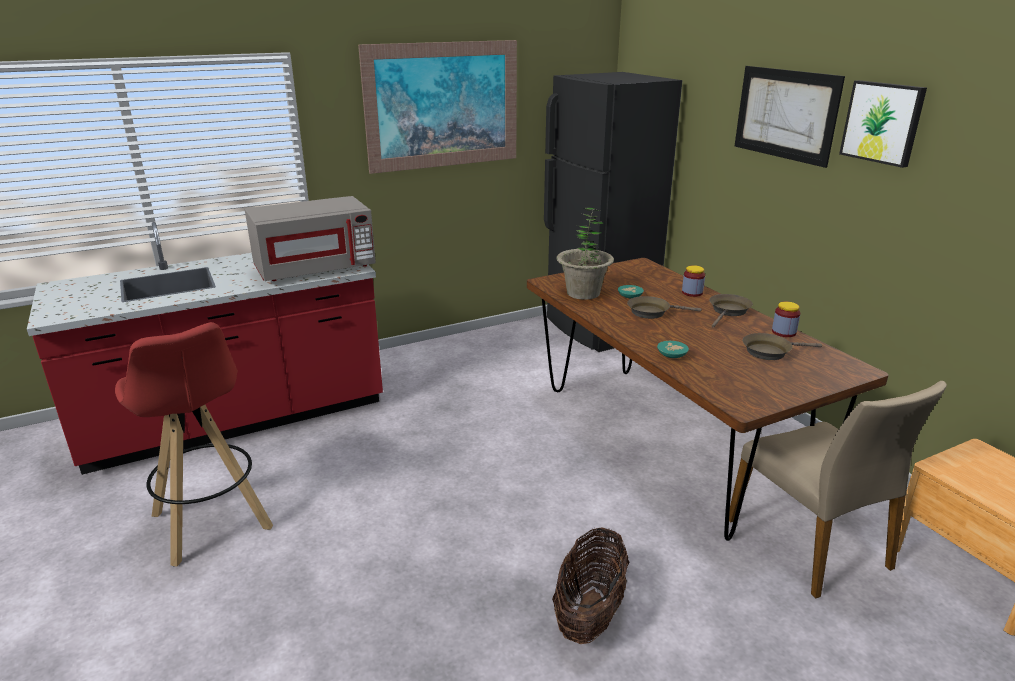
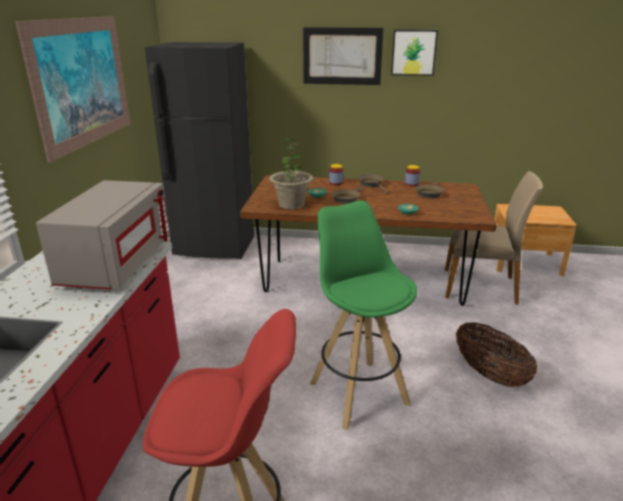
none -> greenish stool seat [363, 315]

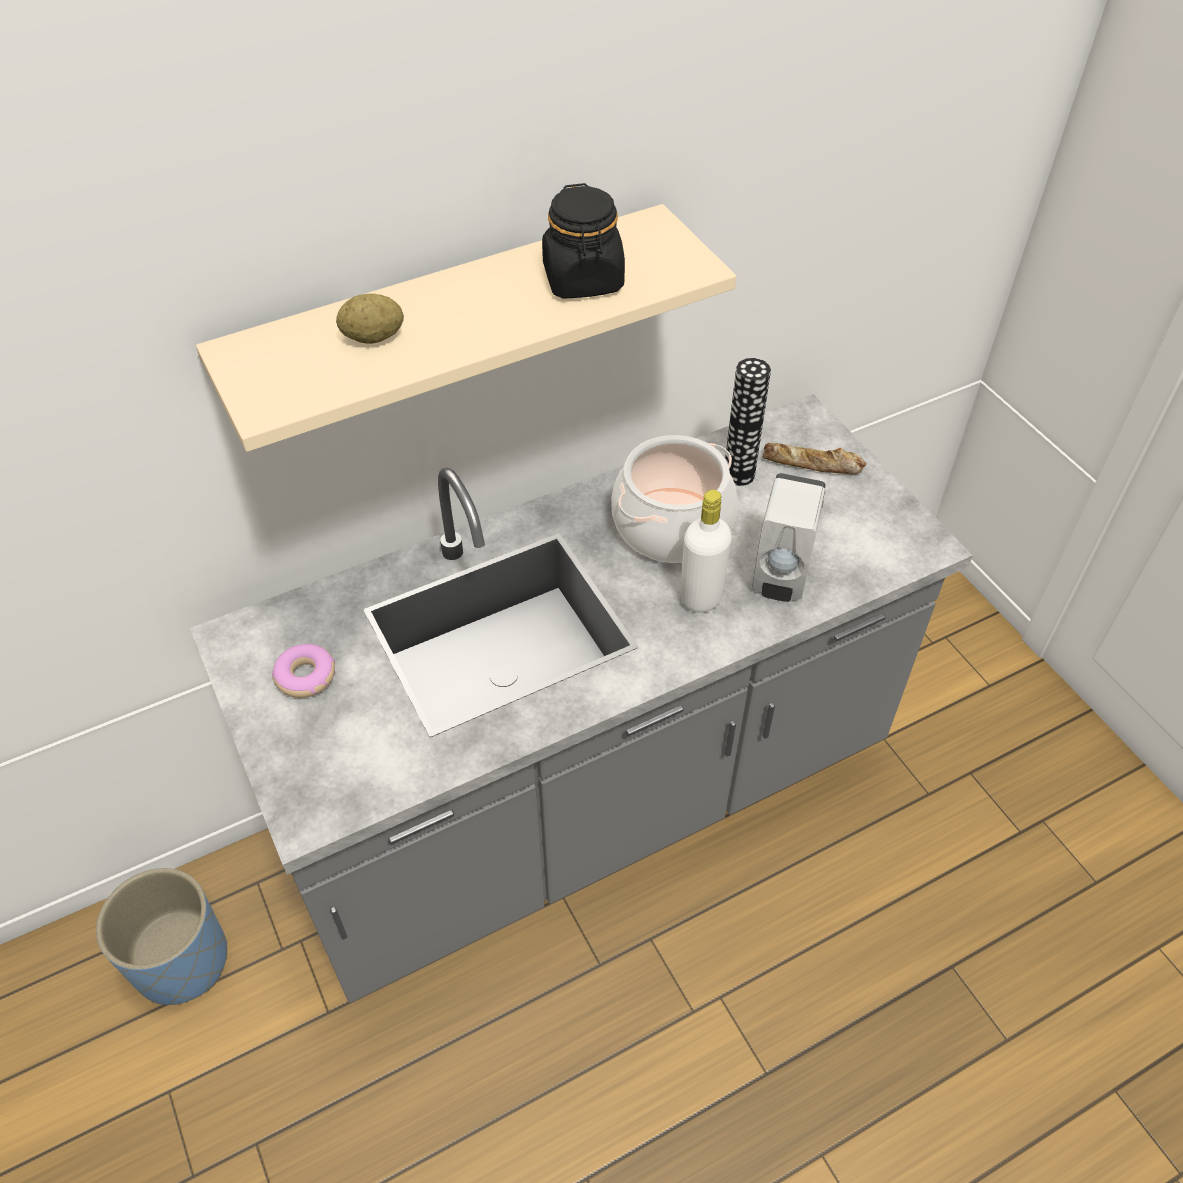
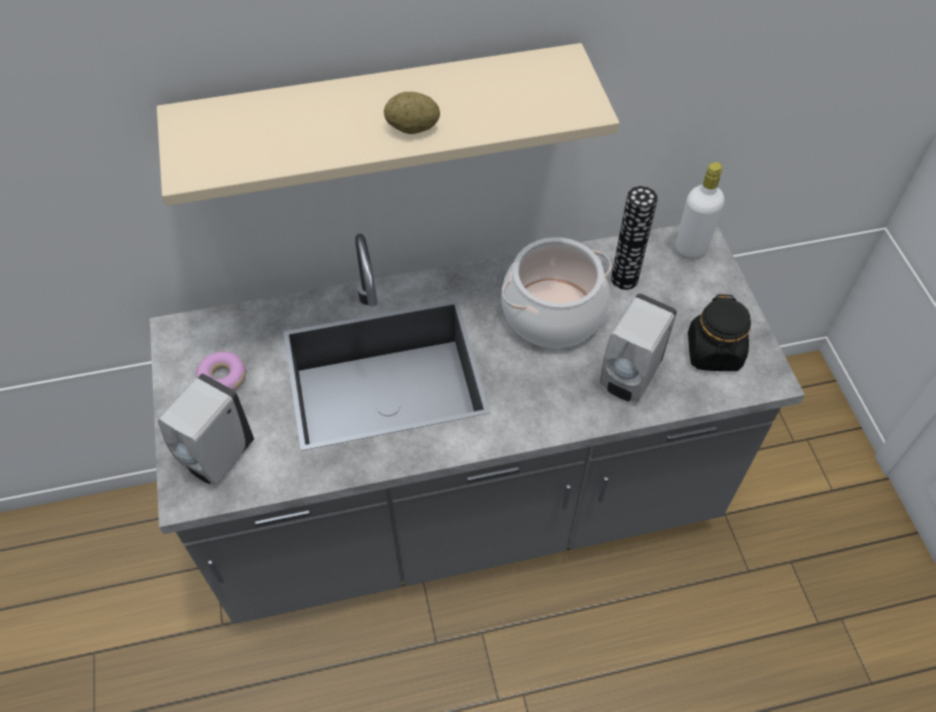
none -> whitish soap dispenser [206, 429]
spud [370, 319] -> spud [412, 113], move
whitish bottle [706, 551] -> whitish bottle [699, 211], move
black-coloured storage jar [583, 241] -> black-coloured storage jar [719, 332], move
blue-coloured flower pot [161, 936] -> none
bakery bread [814, 458] -> none

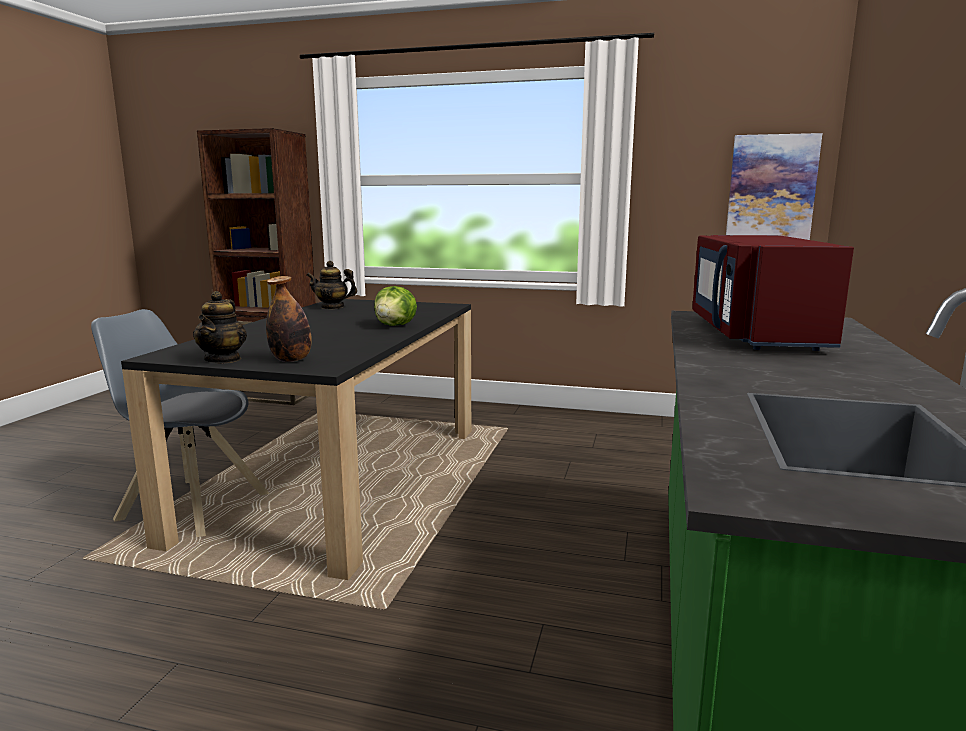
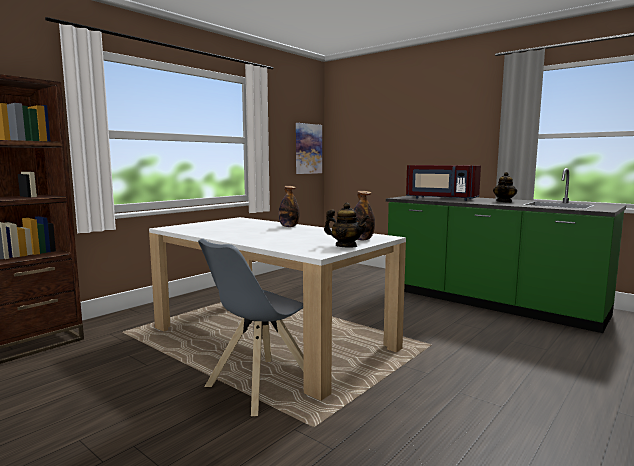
black-coloured dining table [296, 439] -> whitish dining table [277, 309]
head of lettuce [395, 306] -> bottle [289, 206]
tea pot [331, 285] -> tea pot [505, 187], move

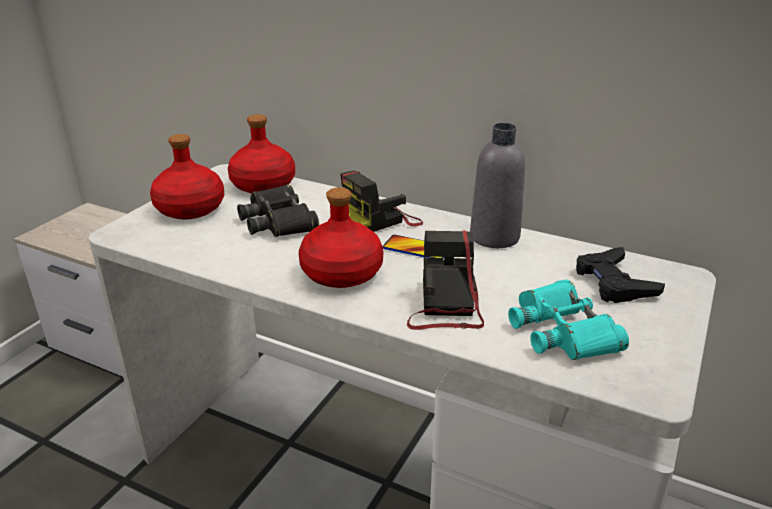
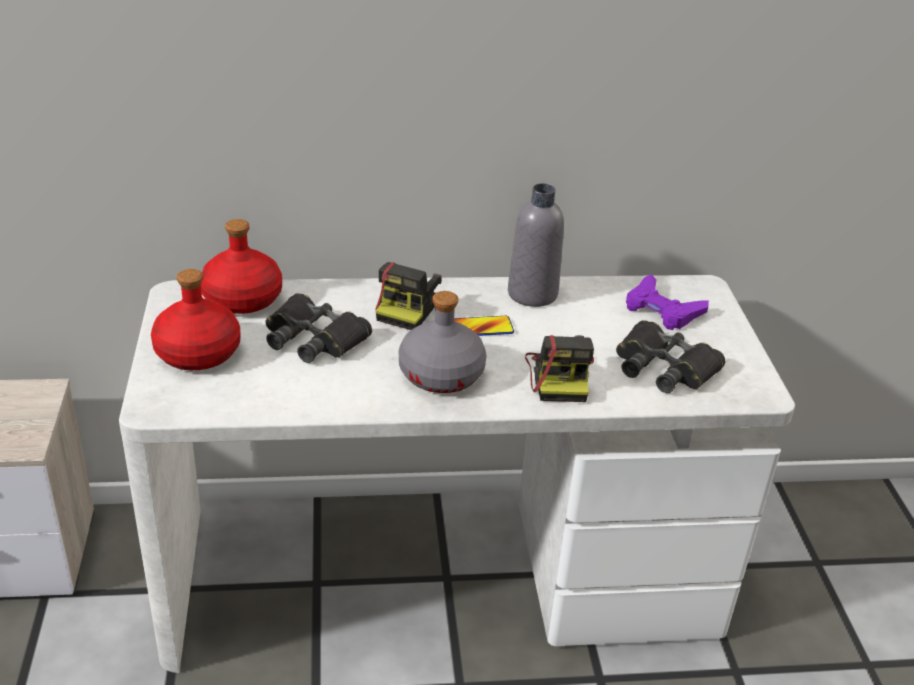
red bottle [341, 237] -> gray bottle [443, 342]
still camera [445, 280] -> still camera [559, 368], 150 degrees counterclockwise
turquoise pair of binoculars [568, 319] -> black-coloured pair of binoculars [670, 356]
black-coloured game controller [620, 275] -> purple game controller [667, 302]

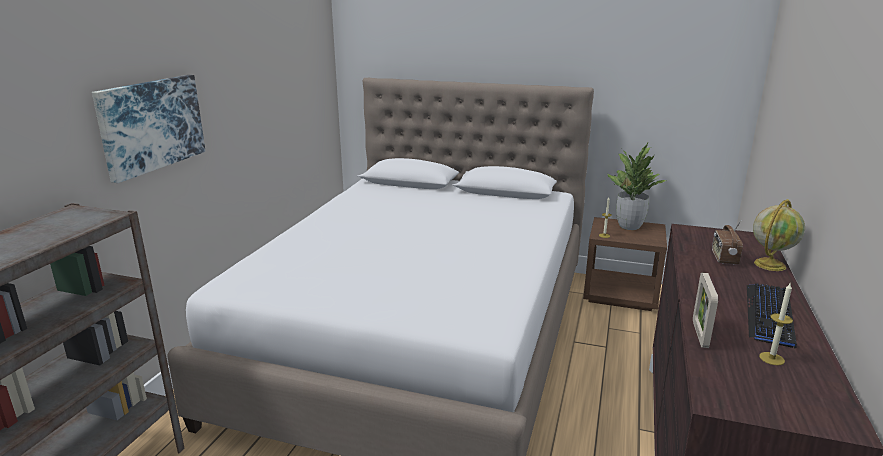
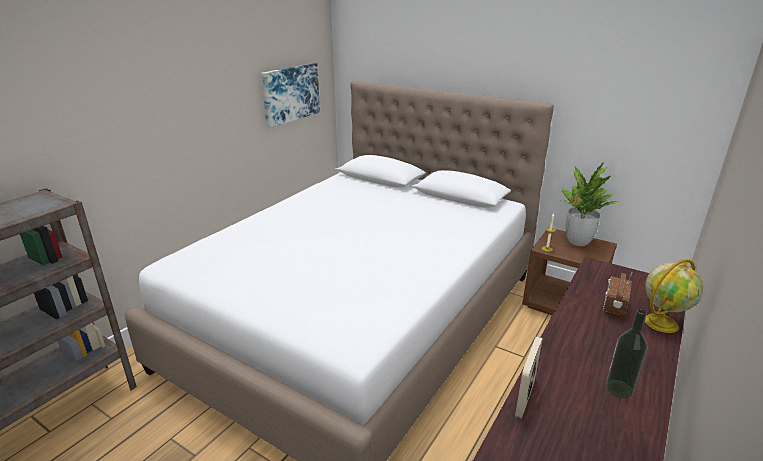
wall art [149, 129] -> wall art [290, 95], move
computer keyboard [772, 316] -> bottle [626, 353]
candle [776, 324] -> none

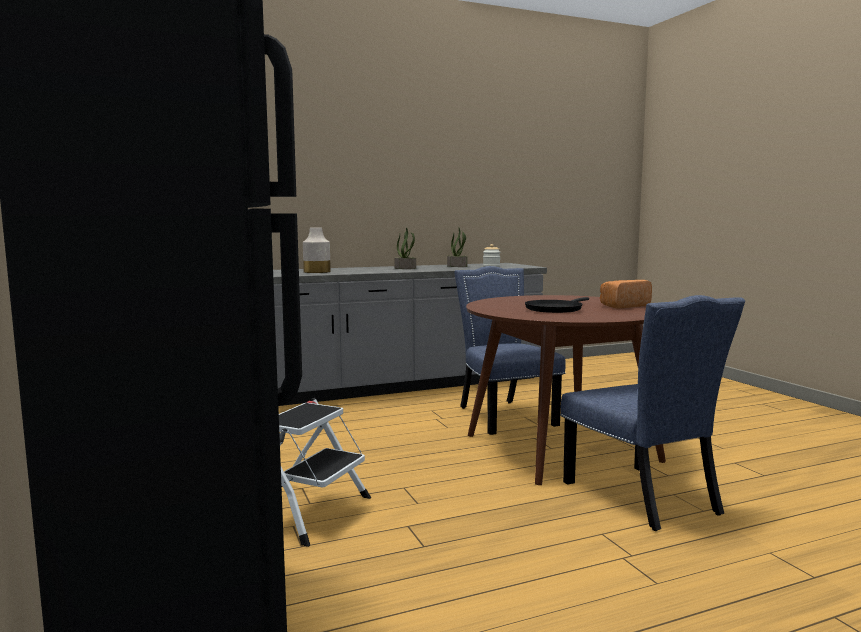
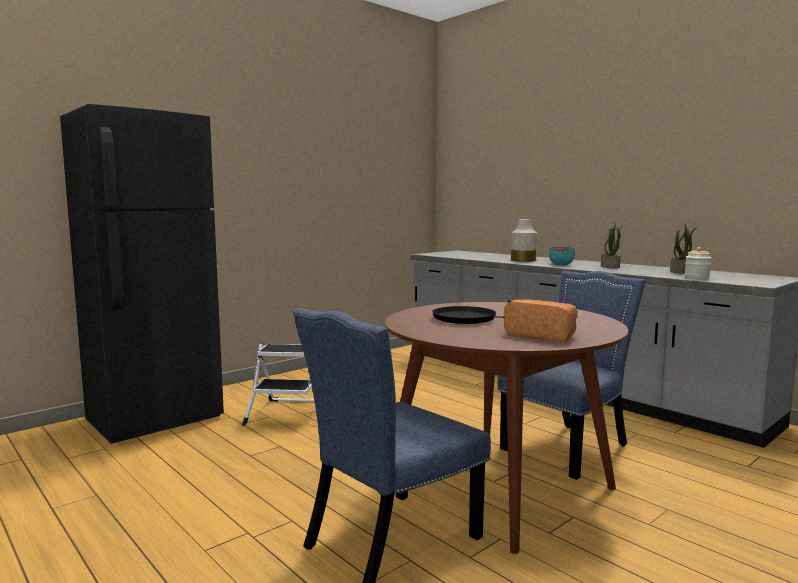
none -> turquoise bowl [562, 256]

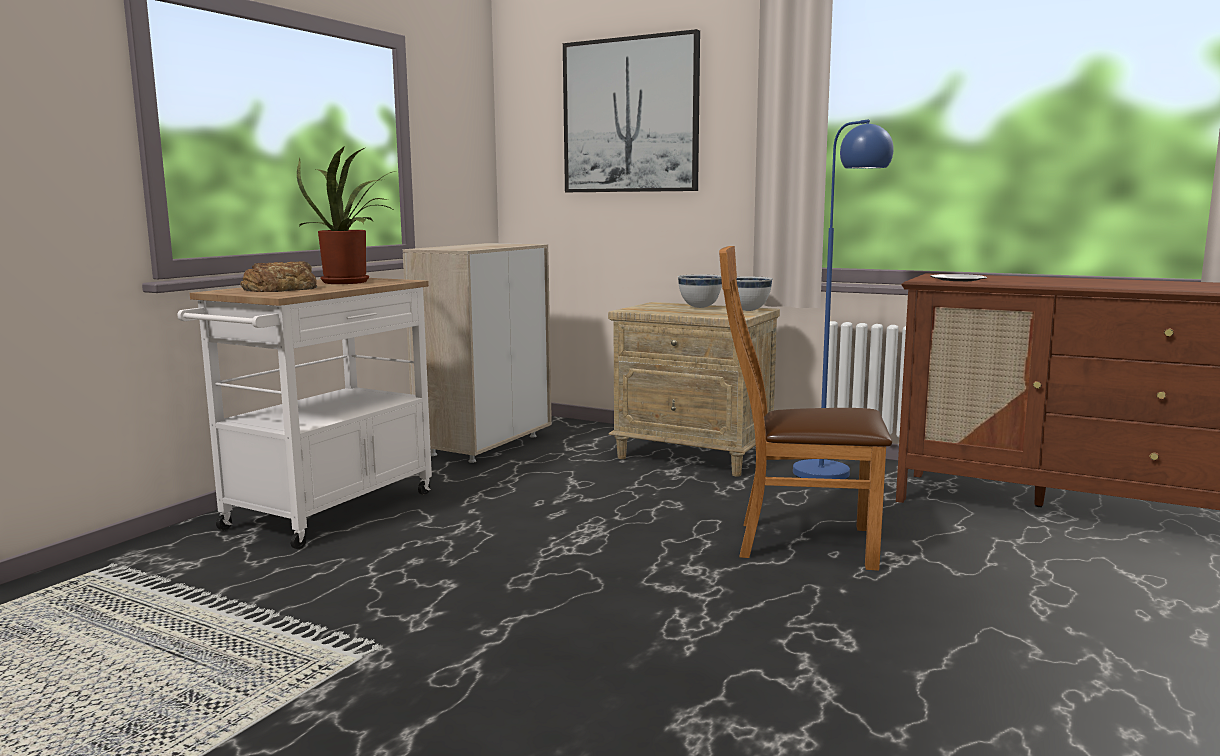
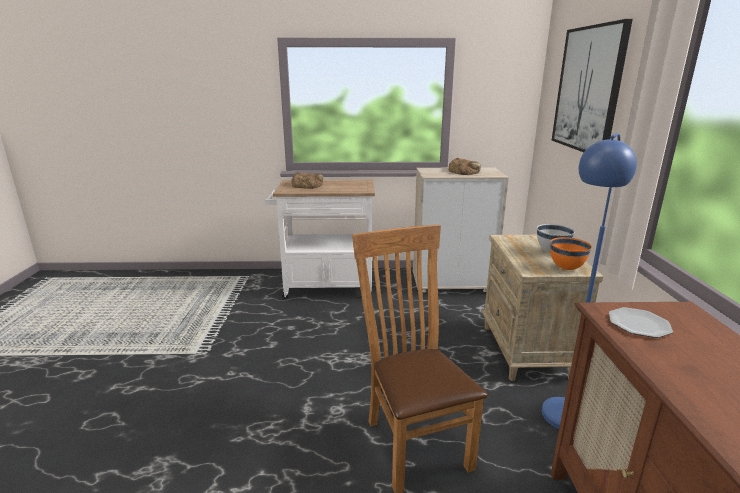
none -> bakery bread [465, 166]
whitish bowl [754, 293] -> orange-coloured bowl [571, 253]
houseplant [346, 215] -> none

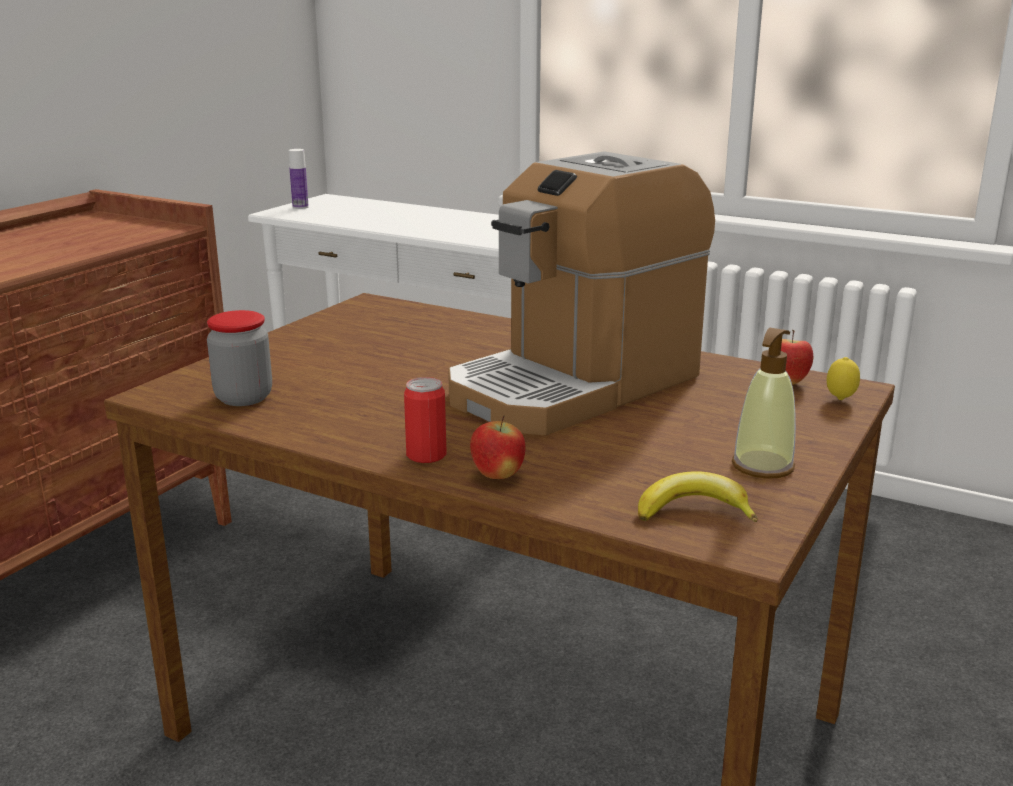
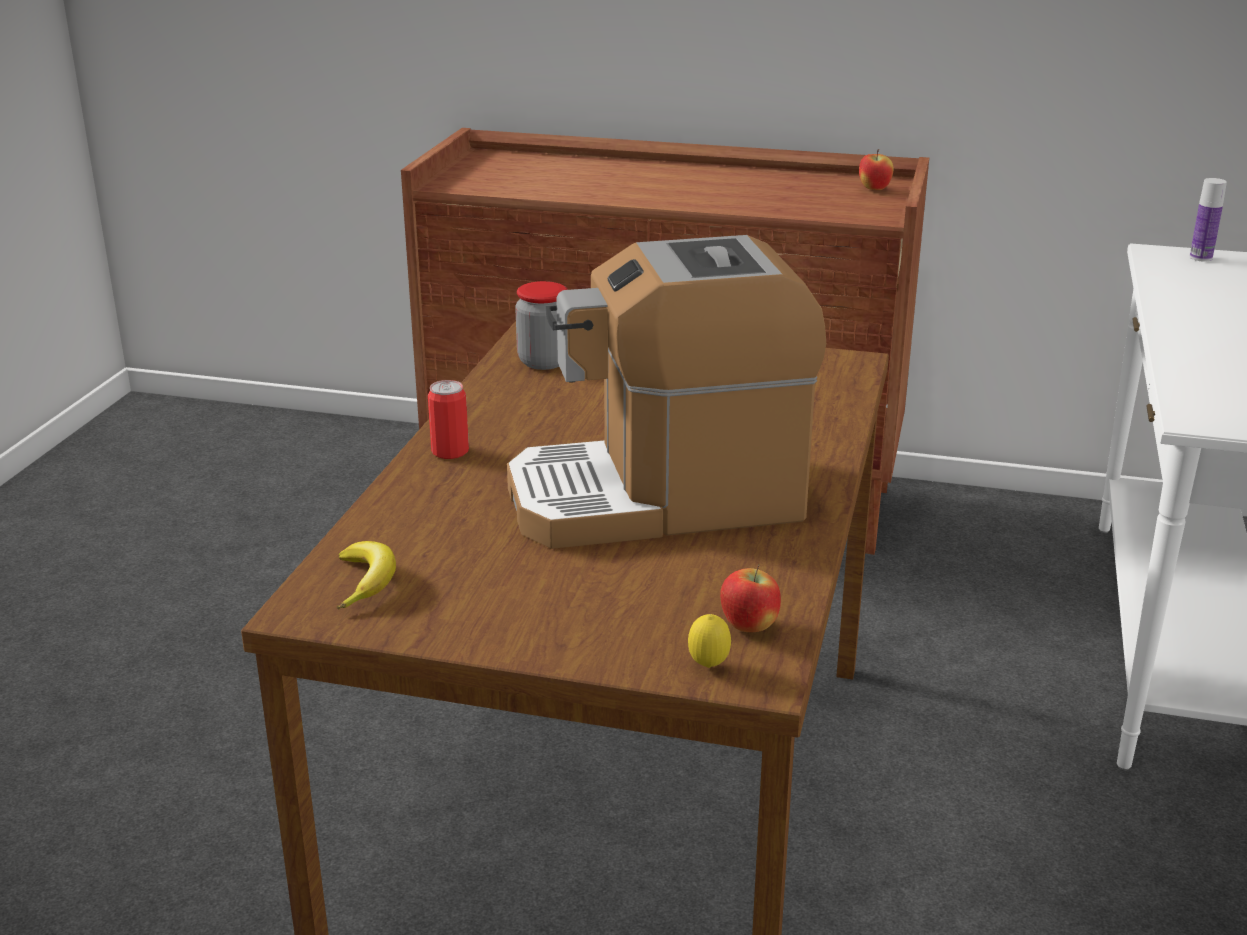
coffee maker [581, 293] -> coffee maker [666, 392], 45 degrees counterclockwise
apple [497, 447] -> apple [876, 169], move
soap dispenser [764, 403] -> none

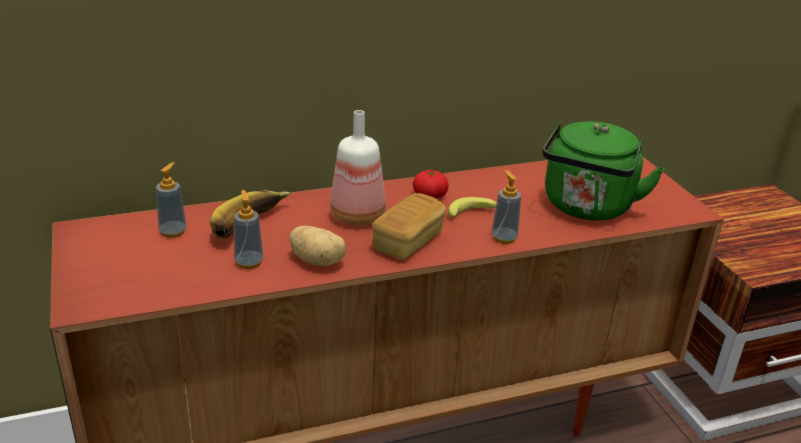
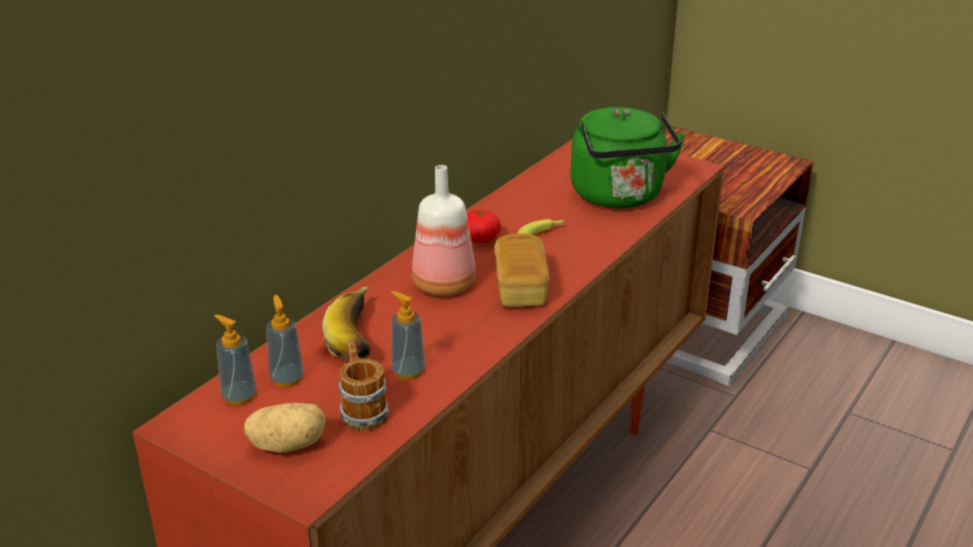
soap dispenser [506, 207] -> soap dispenser [235, 360], move
spud [317, 246] -> spud [285, 428], move
none -> mug [364, 386]

